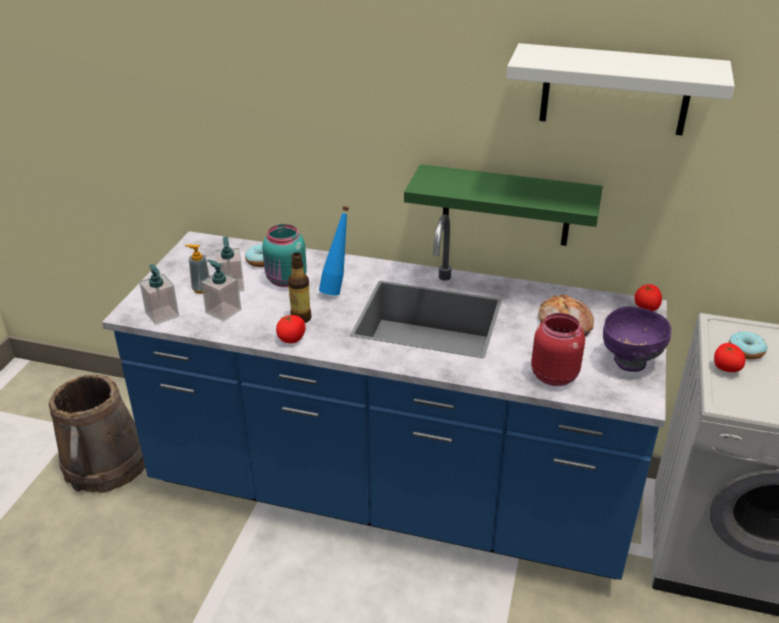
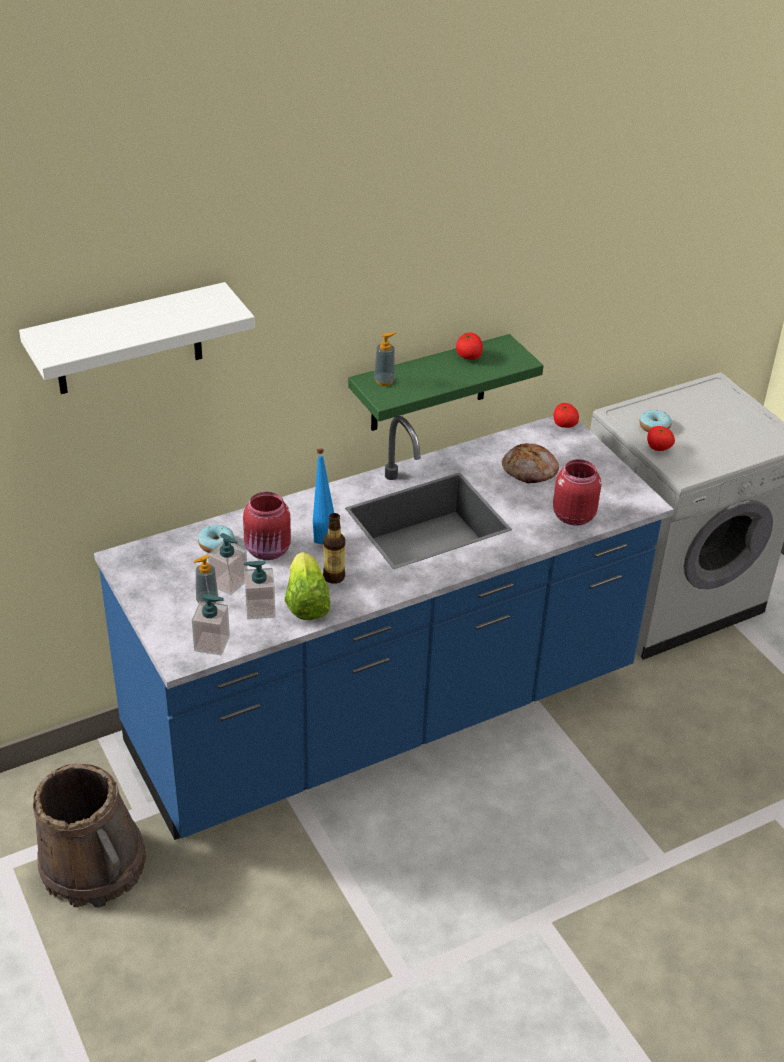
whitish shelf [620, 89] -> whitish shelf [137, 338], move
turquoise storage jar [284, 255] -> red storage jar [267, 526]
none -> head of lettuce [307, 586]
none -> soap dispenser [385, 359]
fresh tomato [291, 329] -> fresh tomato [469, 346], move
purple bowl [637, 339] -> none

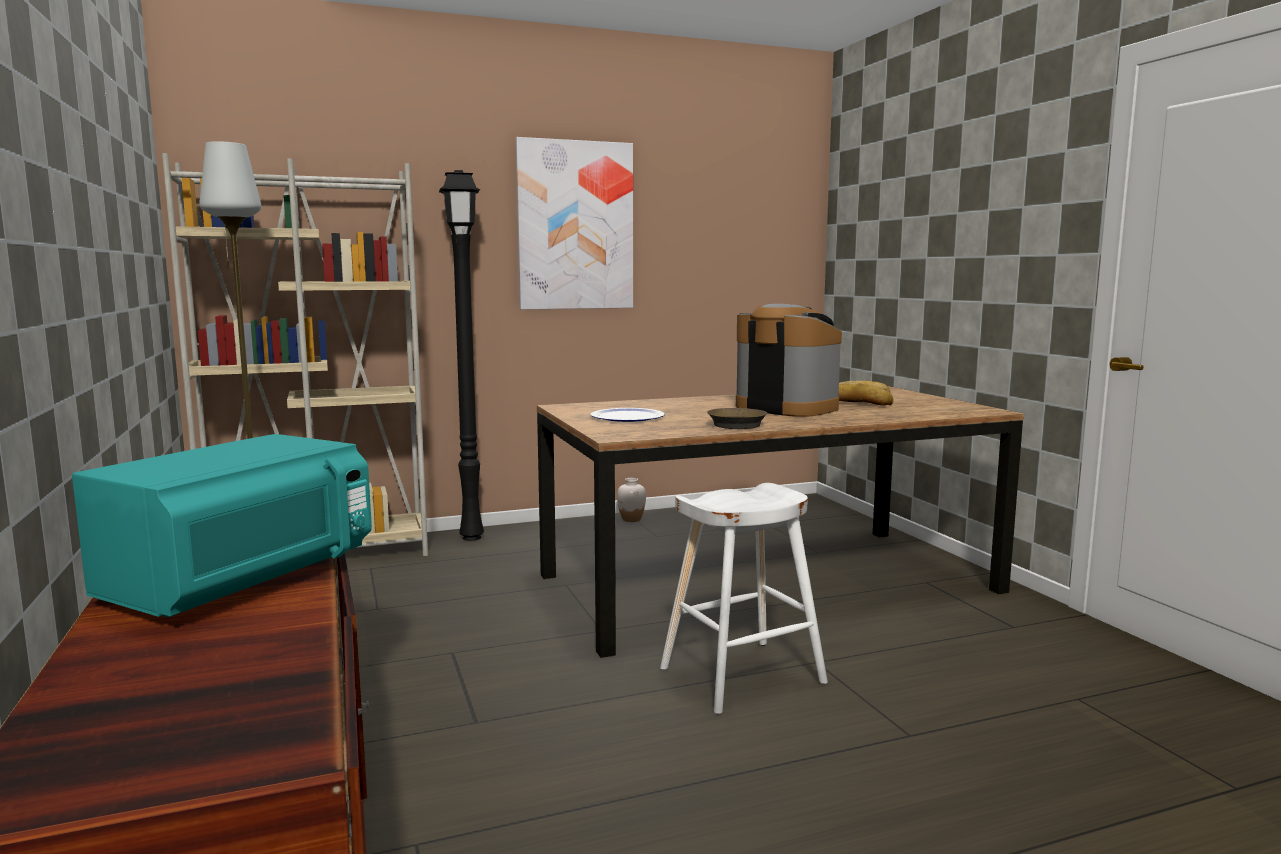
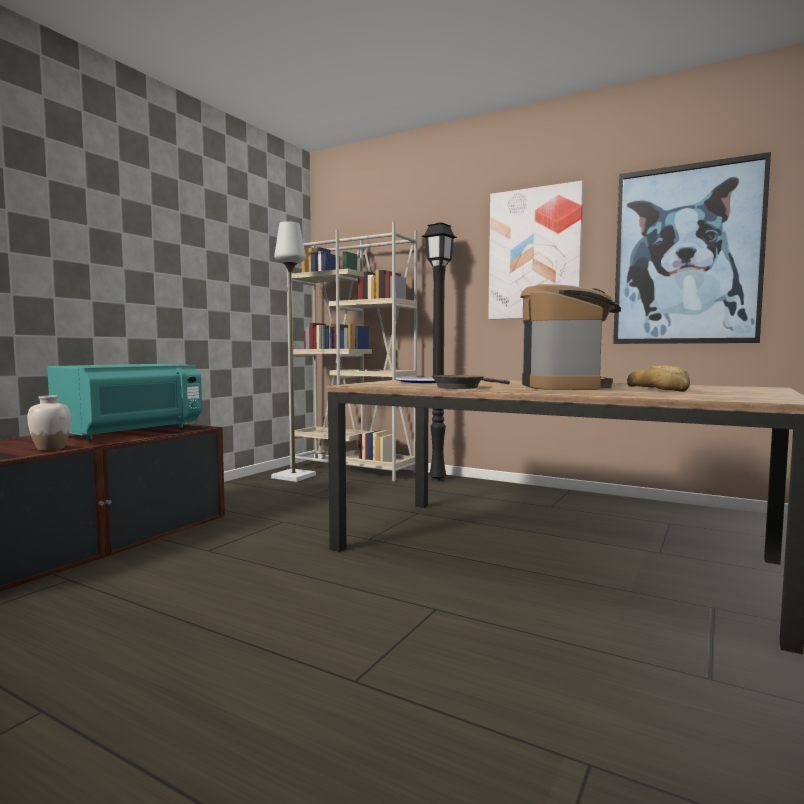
whitish flower vase [631, 500] -> whitish flower vase [49, 423], move
turquoise microwave [222, 525] -> turquoise microwave [124, 402], 45 degrees counterclockwise
none -> wall art [692, 248]
whitish stool seat [744, 598] -> none

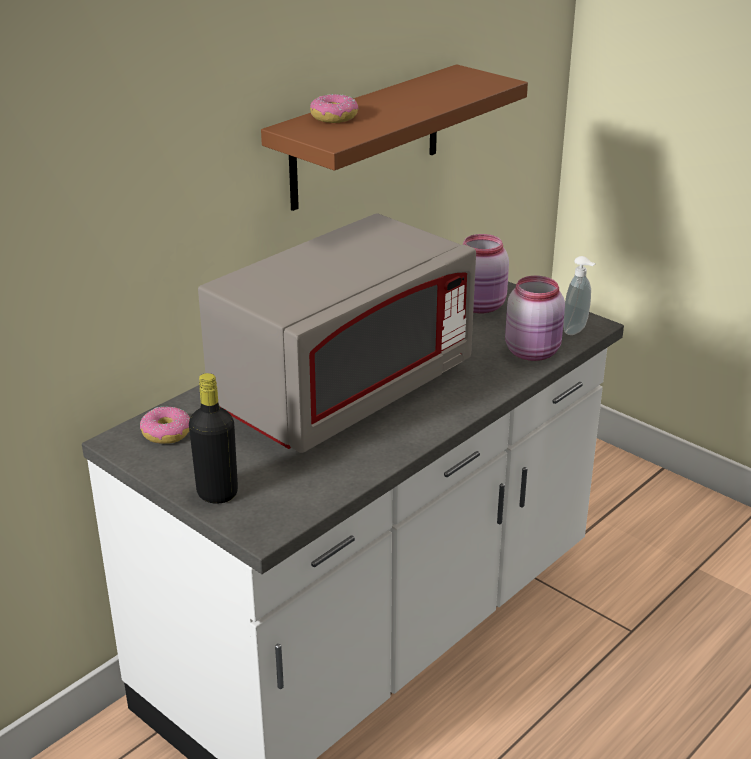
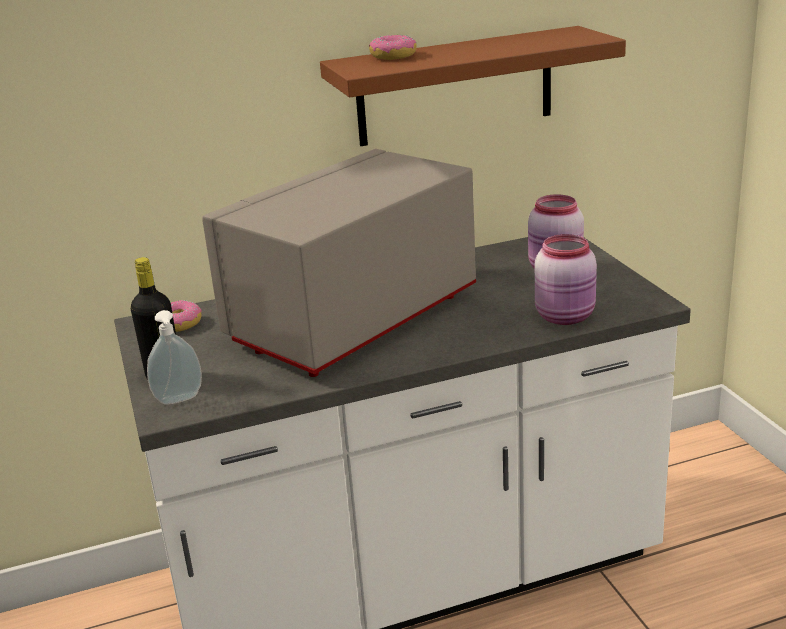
soap dispenser [579, 295] -> soap dispenser [174, 357], move
gray microwave [337, 333] -> gray microwave [339, 263], 150 degrees clockwise

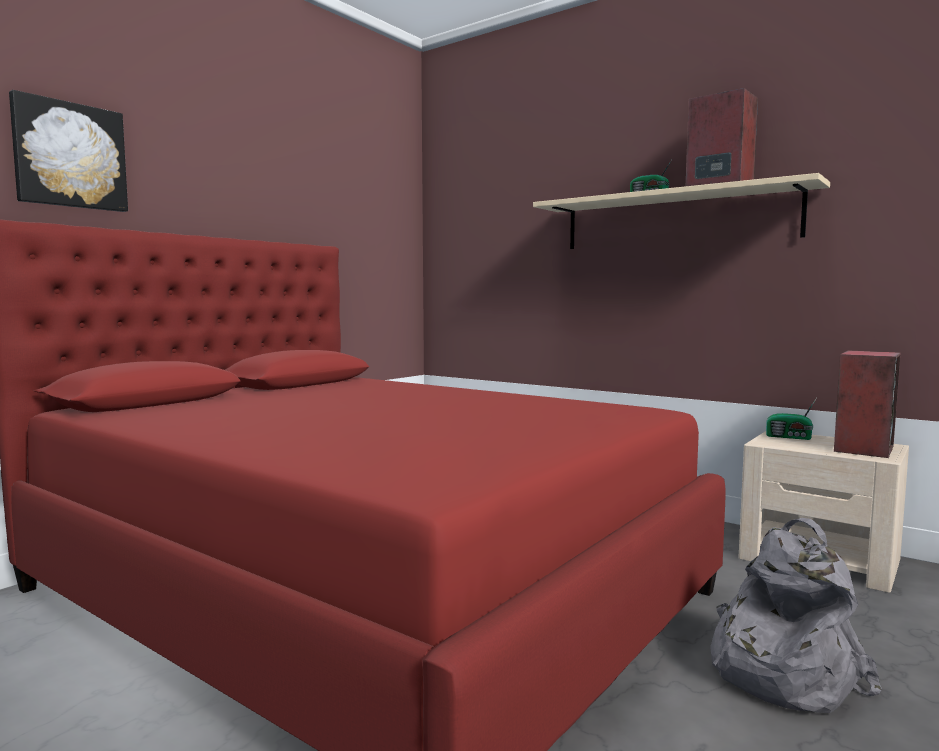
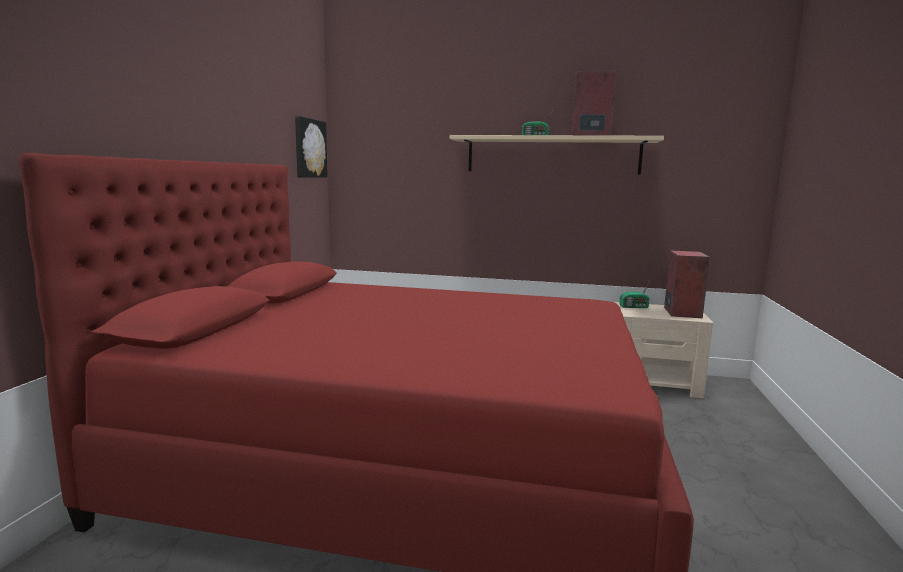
wall art [68, 151] -> wall art [311, 147], move
gray rucksack [796, 615] -> none

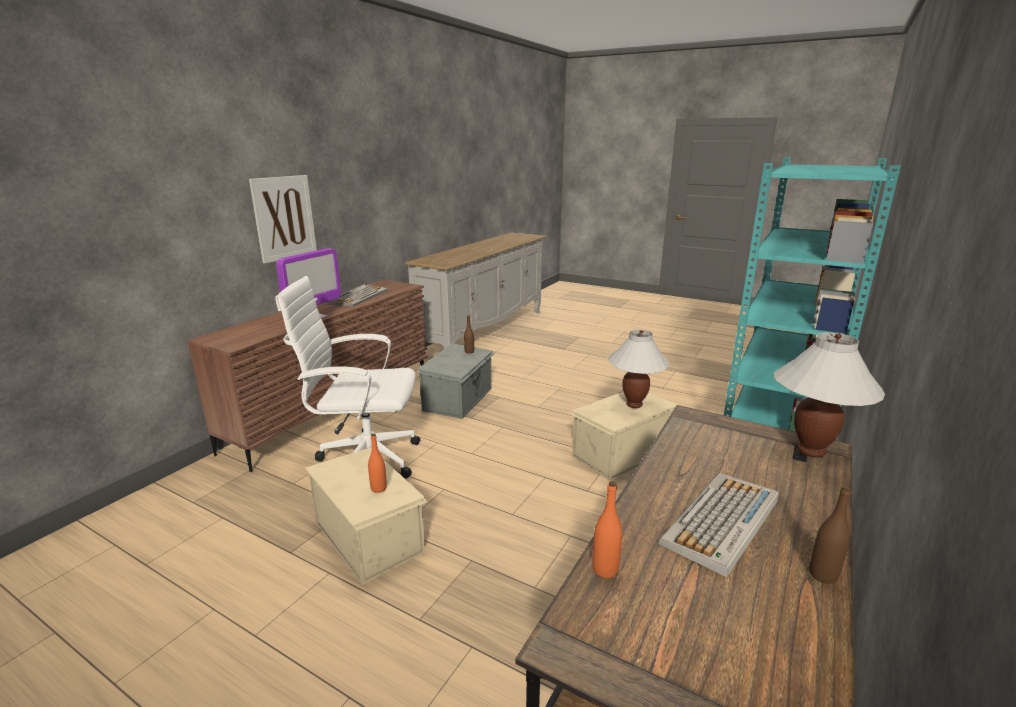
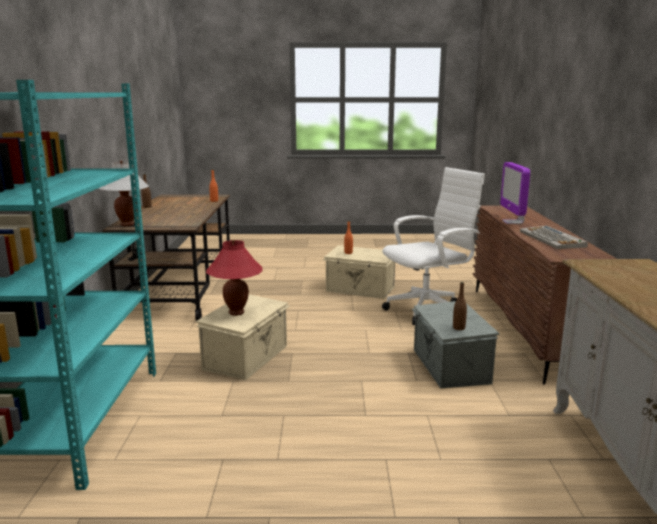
whitish table lamp [638, 369] -> red table lamp [234, 278]
wall art [283, 219] -> none
computer keyboard [719, 525] -> none

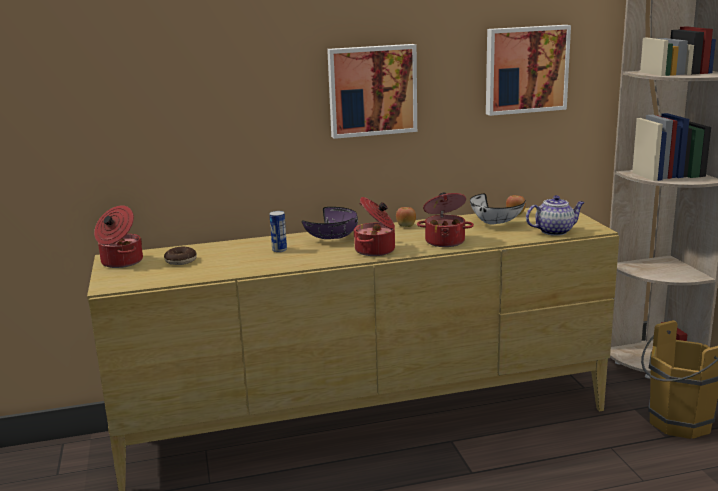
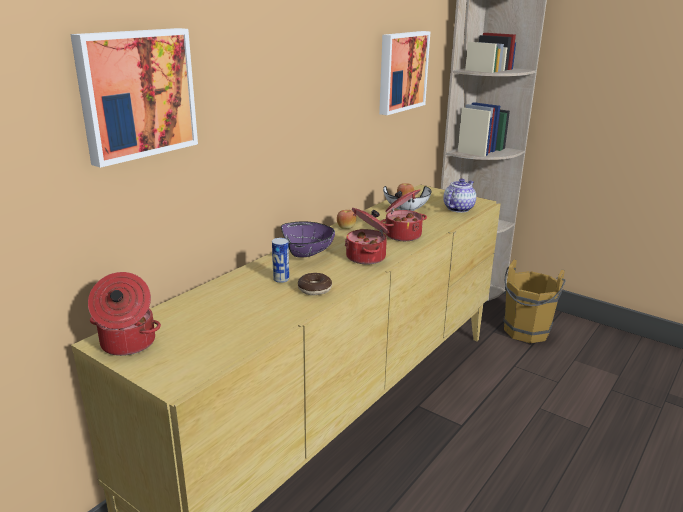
wall art [372, 91] -> wall art [134, 98], move
ring doughnut [180, 255] -> ring doughnut [315, 284], move

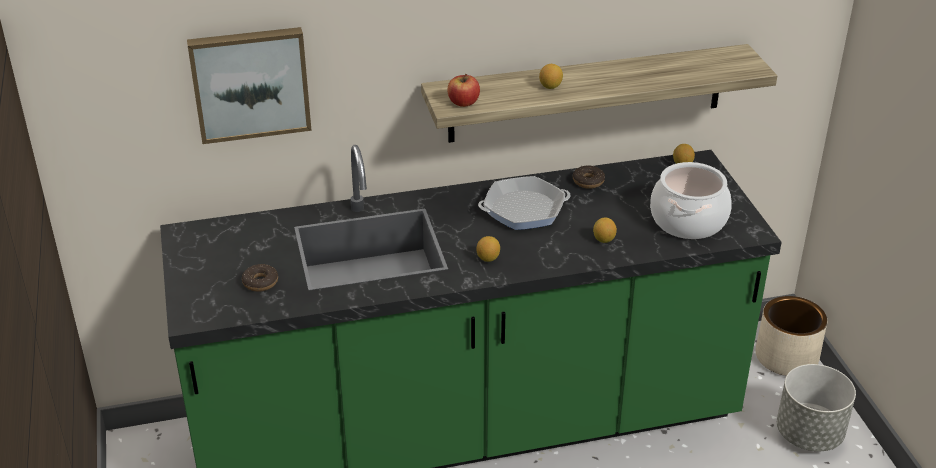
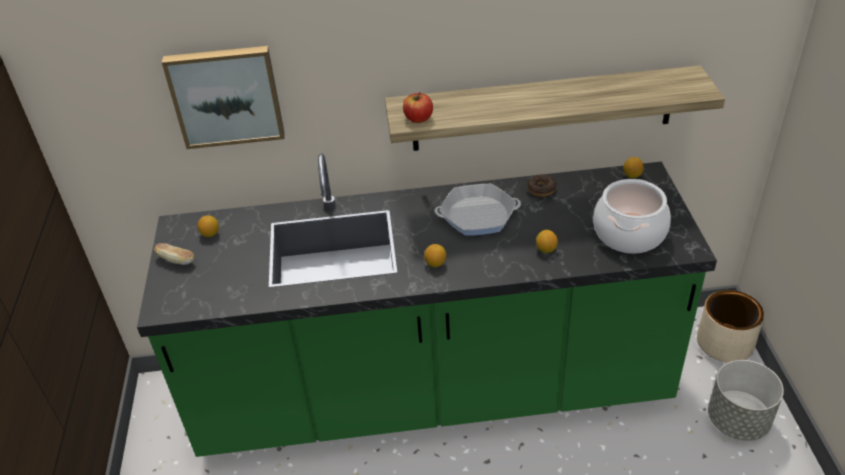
none -> bakery bread [174, 254]
lemon [551, 76] -> lemon [208, 226], move
ring doughnut [260, 278] -> none

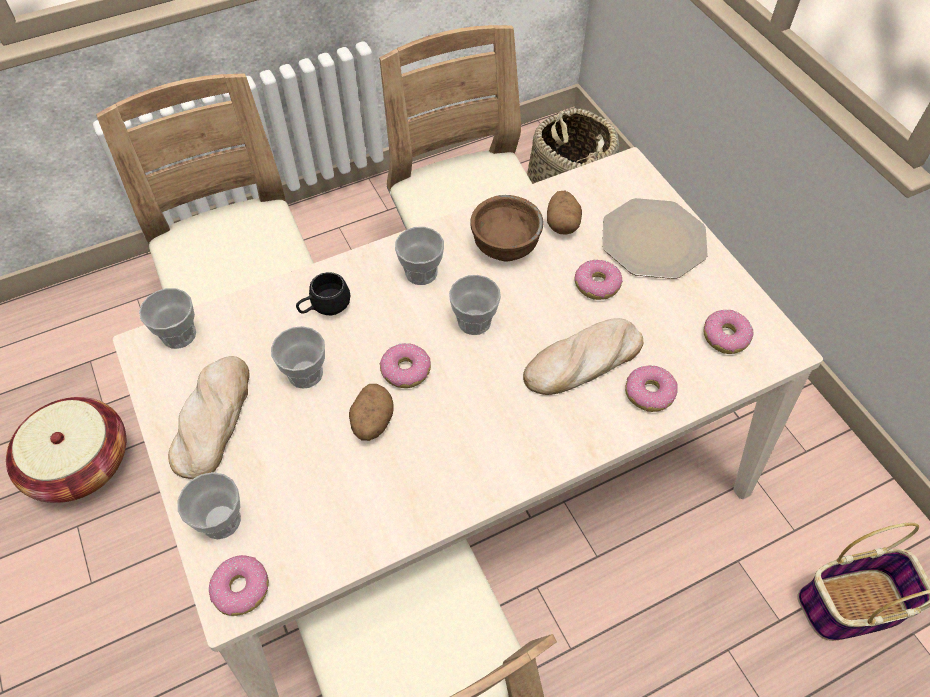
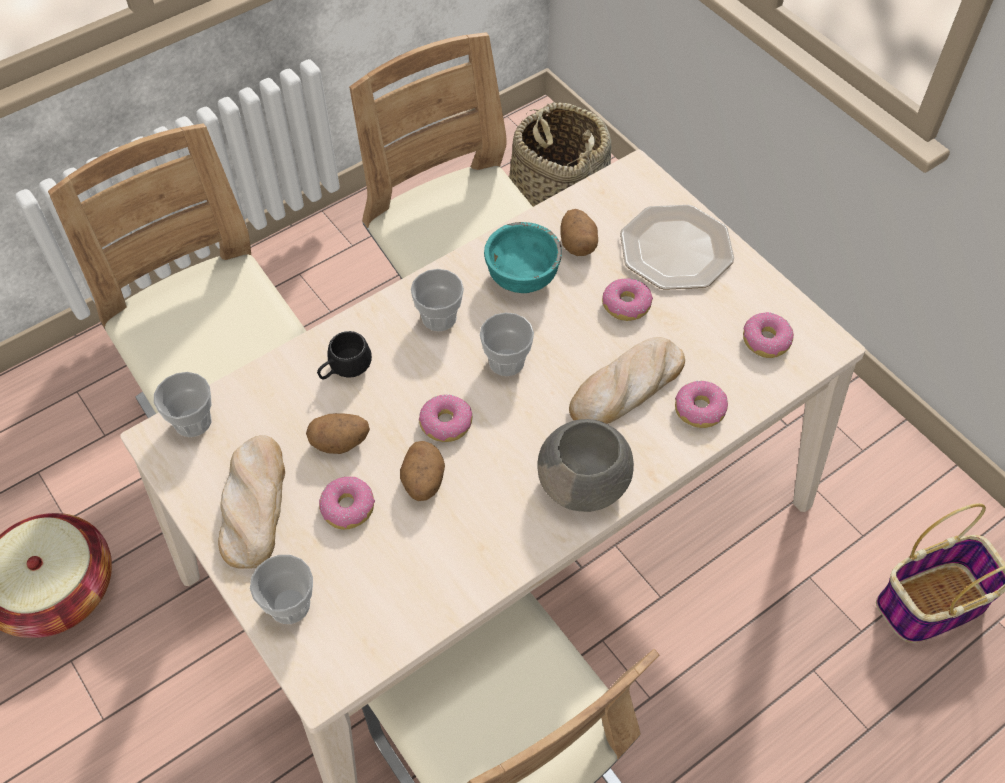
small cup [298, 357] -> spud [338, 433]
ring doughnut [239, 585] -> ring doughnut [347, 503], move
brown-coloured bowl [506, 228] -> turquoise bowl [523, 257]
none -> gray bowl [586, 465]

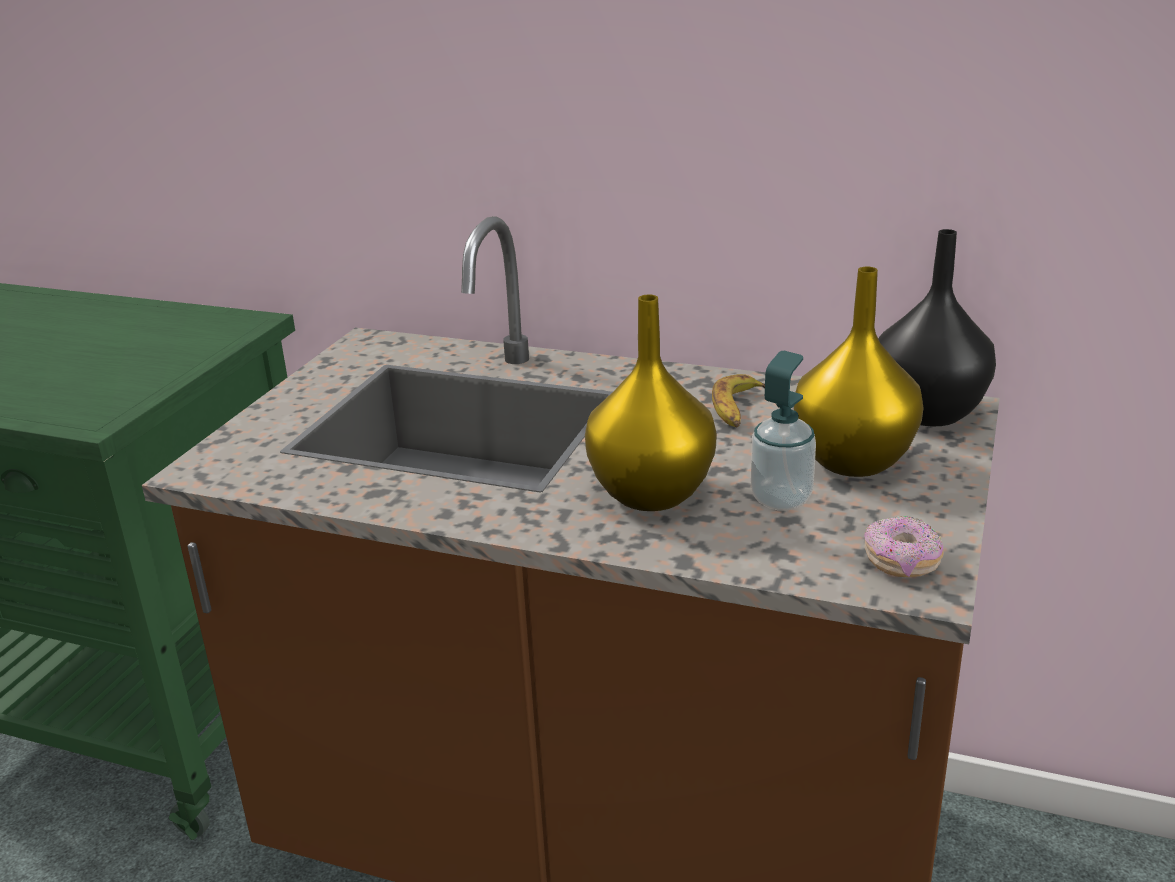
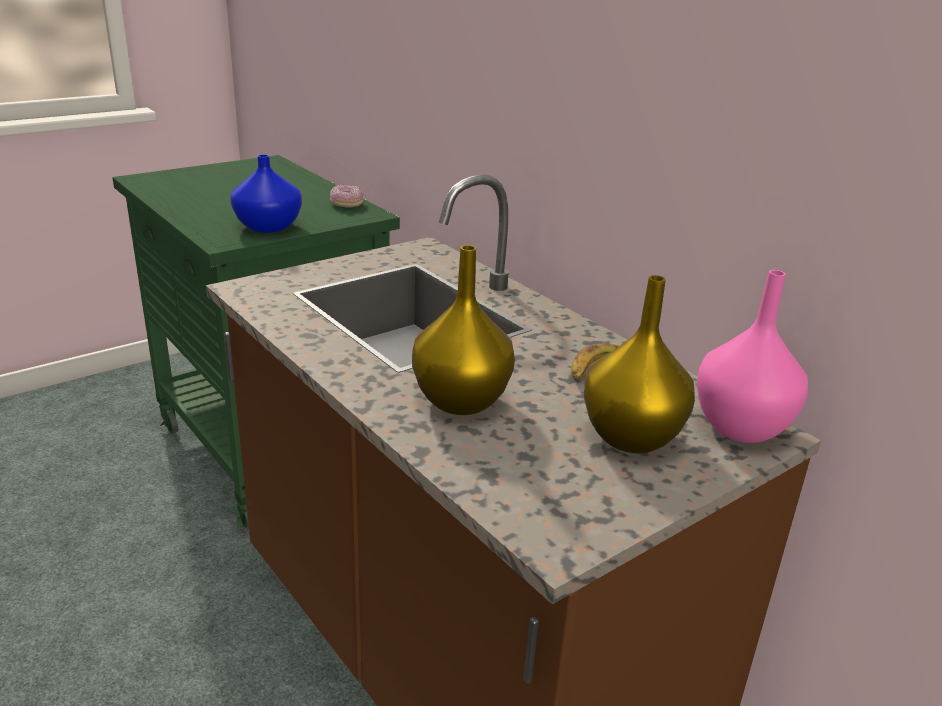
none -> blue-coloured flower vase [266, 193]
ring doughnut [904, 546] -> ring doughnut [347, 196], move
black-coloured flower vase [937, 327] -> pinkish flower vase [752, 356]
soap dispenser [783, 431] -> none

